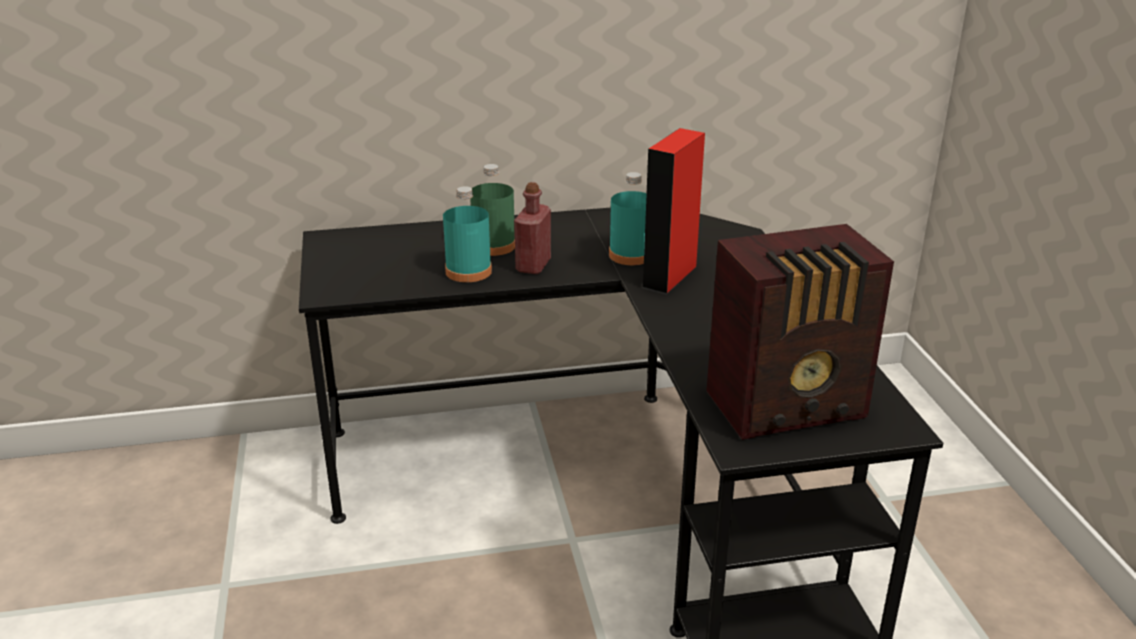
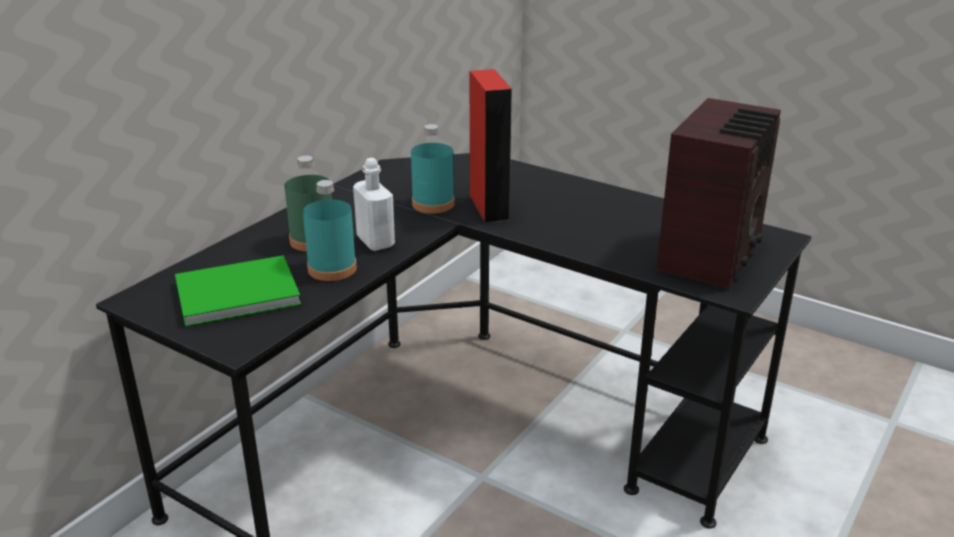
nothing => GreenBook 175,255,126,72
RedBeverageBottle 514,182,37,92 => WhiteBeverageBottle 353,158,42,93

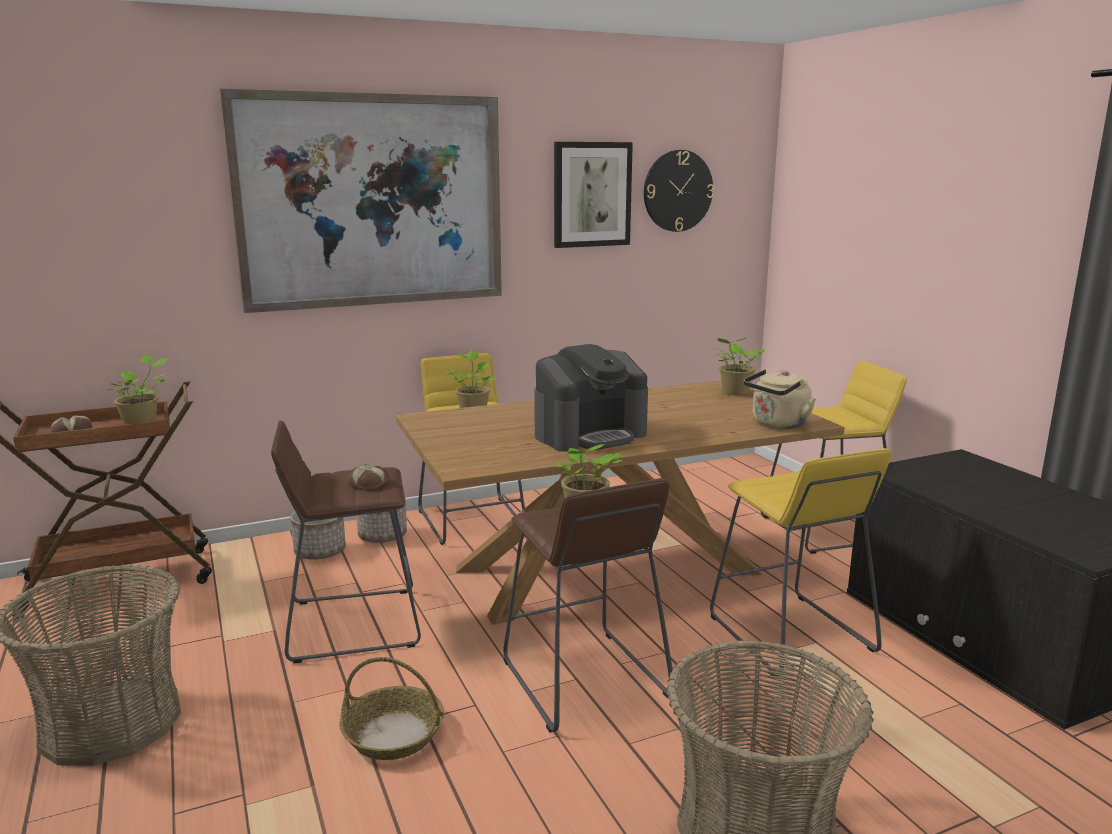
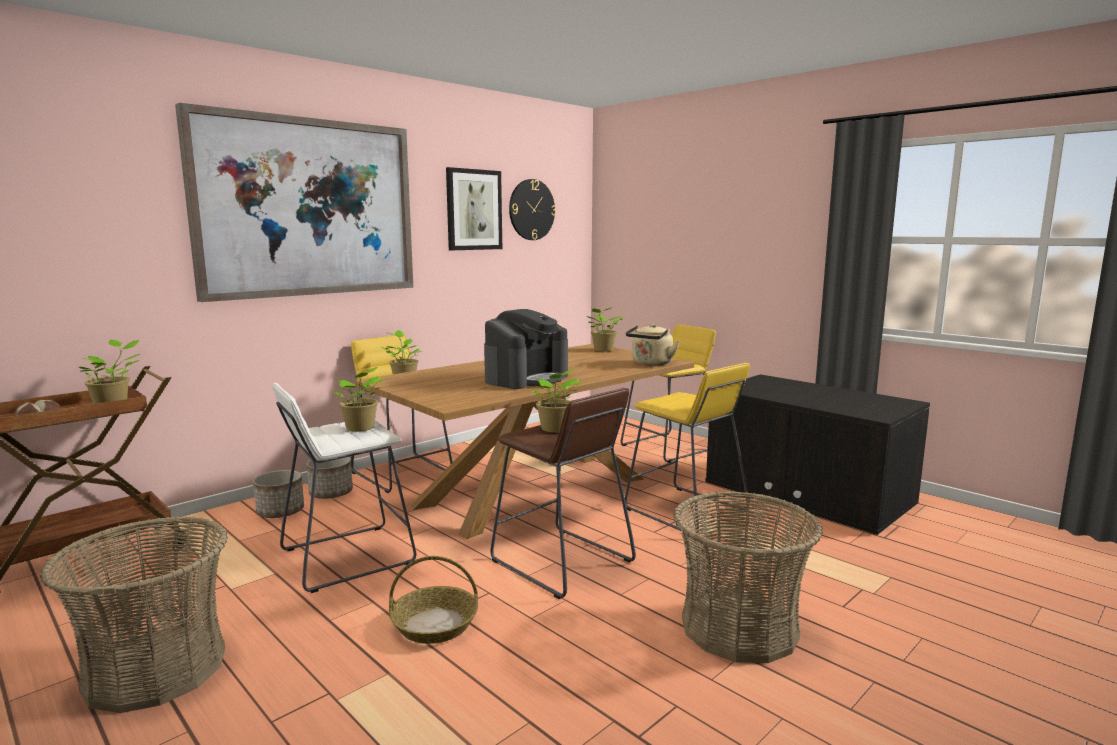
BrownColouredSittingStool 271,420,150,243 => WhiteSittingStool 272,383,144,210
BakedBread 346,464,43,25 => PlantInAPot 332,367,53,65

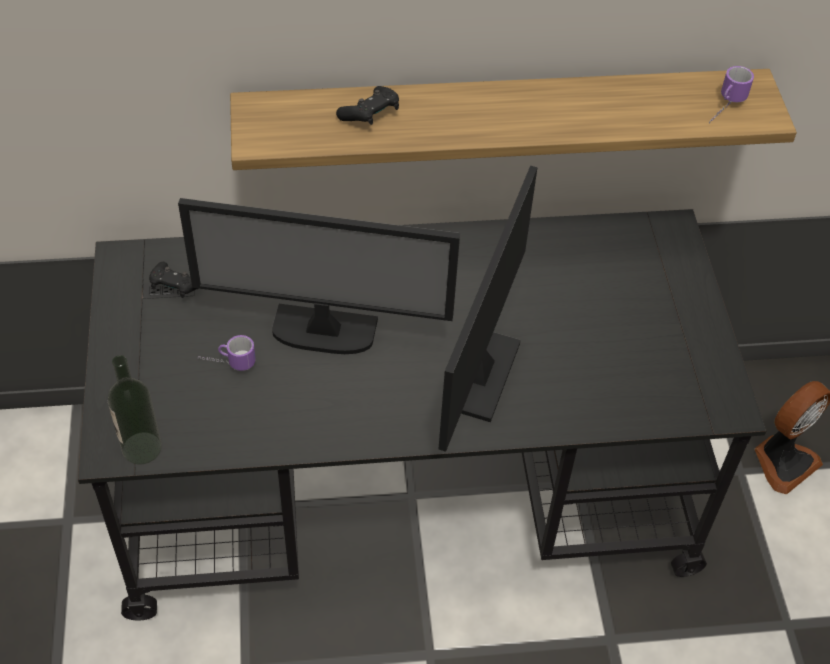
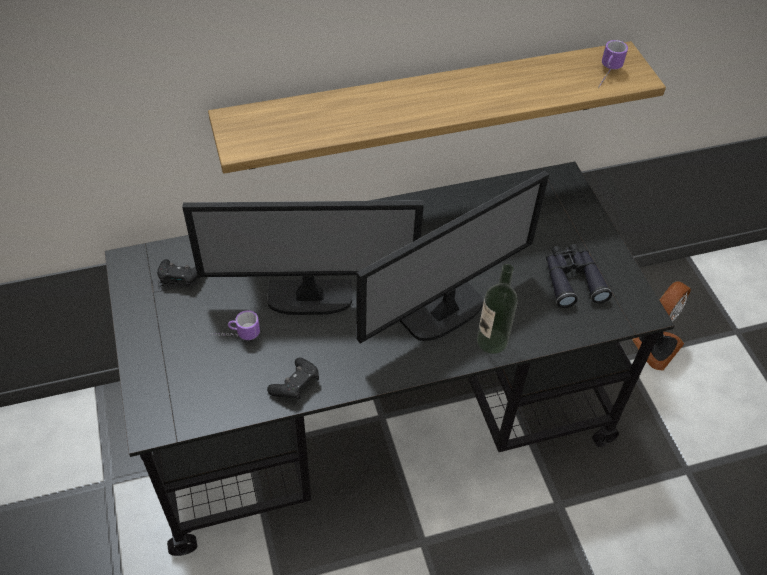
BlackJoypad 336,86,63,39 => BlackJoypad 267,357,52,43, shifted
Monitor 439,166,99,286 => Monitor 356,171,193,173, 135 degrees counterclockwise
BeverageBottle 108,355,54,110 => BeverageBottle 477,264,41,90, shifted
nothing => BlackFieldGlasses 546,244,66,64

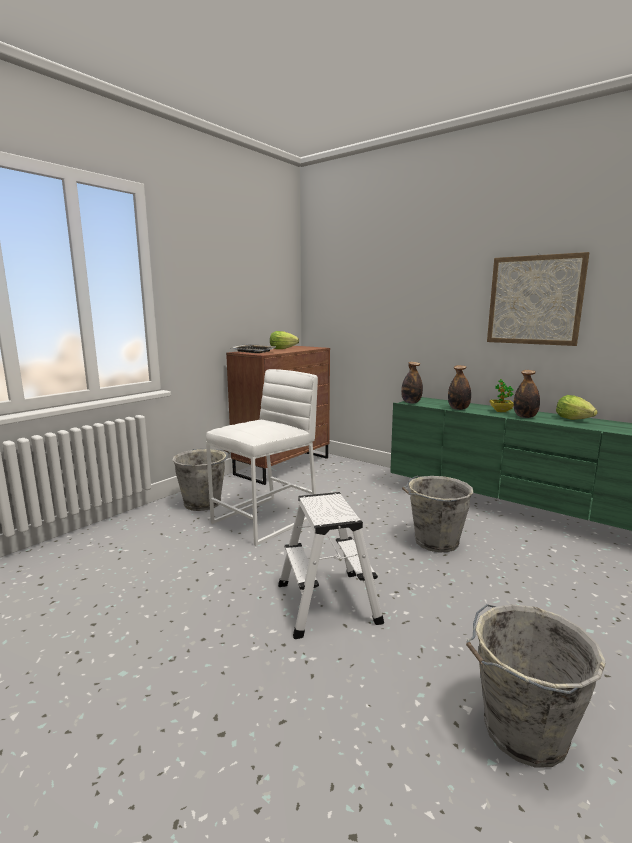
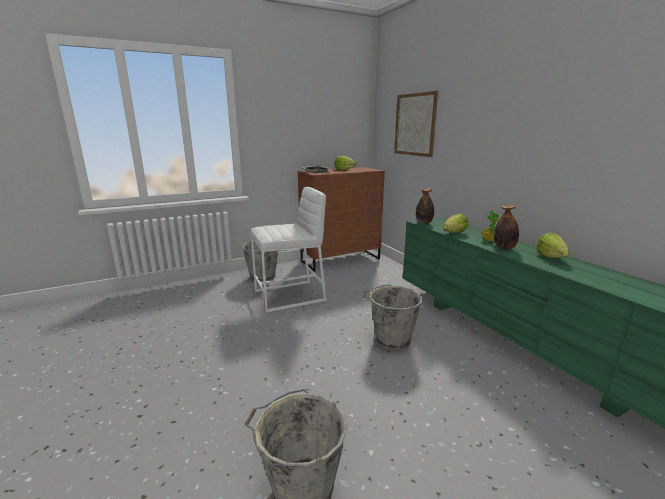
WallPicture 487,252,103,94 => WallPicture 394,91,44,66, shifted
BeverageBottle 448,365,23,45 => LettuceHead 443,214,26,19
WhiteStepladder 278,492,106,147 => nothing

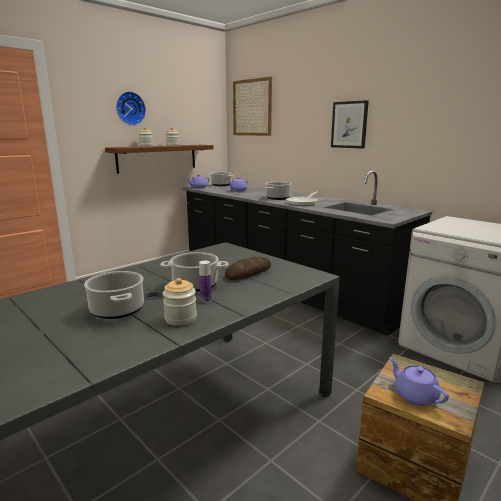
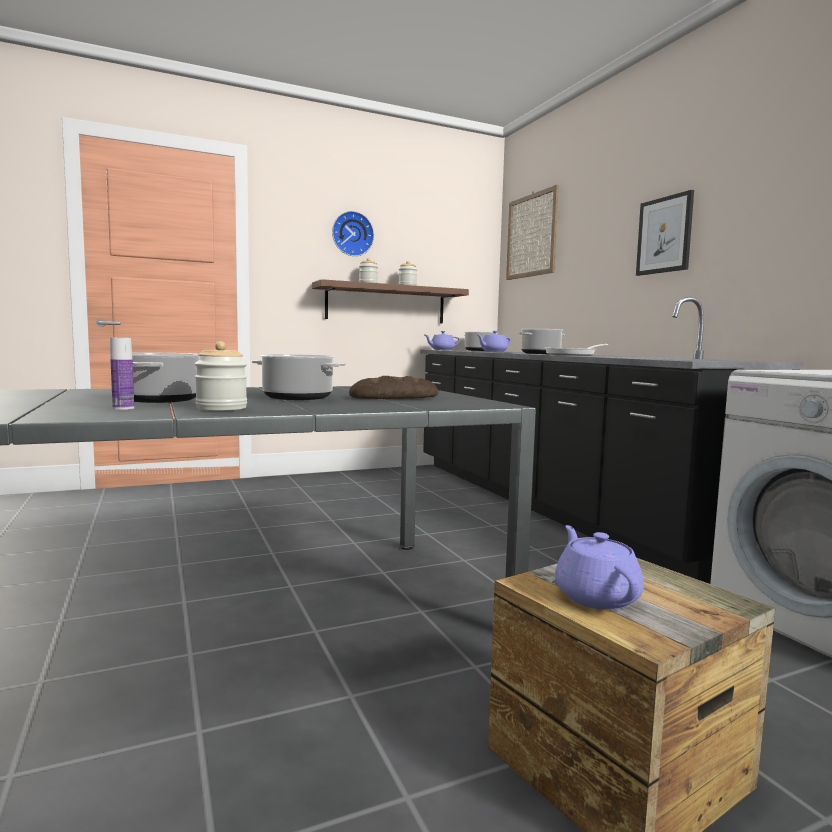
BeverageBottle 199,261,13,42 => BeverageBottle 110,337,24,73, shifted

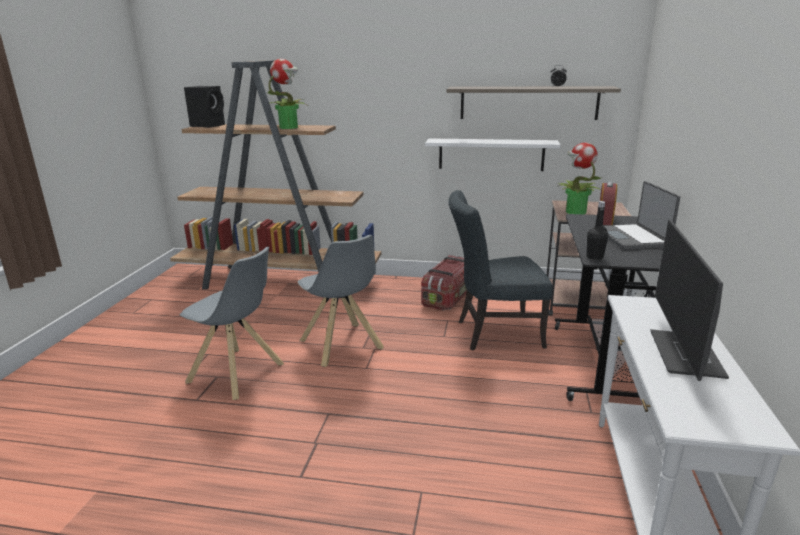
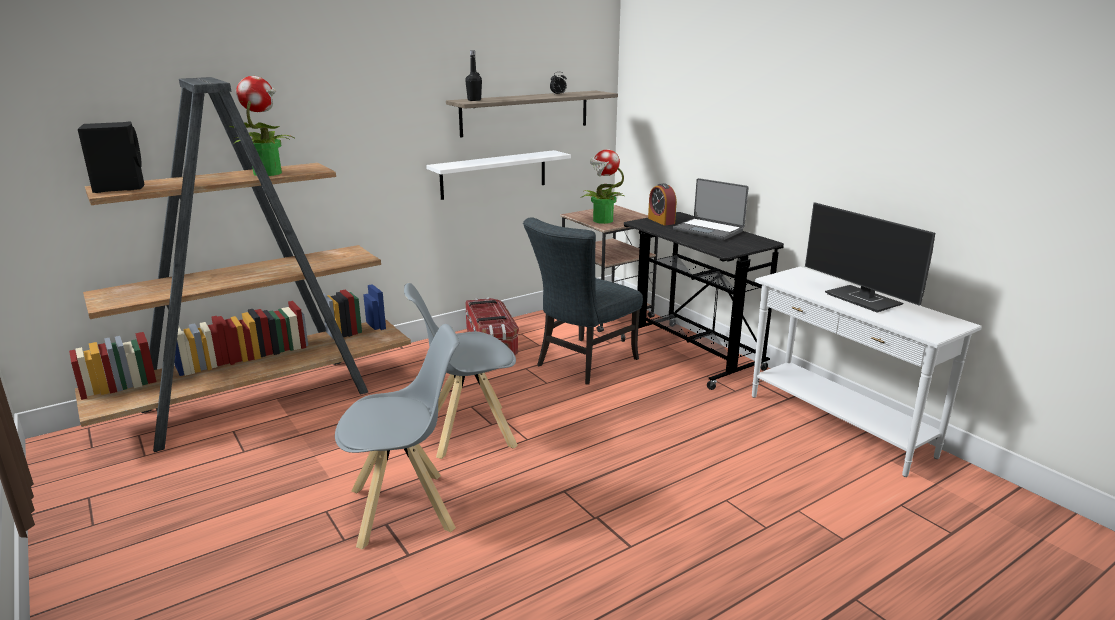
GreyUprightChair 298,235,86,132 => GreyUprightChair 404,283,114,176, 150 degrees clockwise
BlackBeverageBottle 587,201,21,59 => BlackBeverageBottle 465,50,17,51, shifted

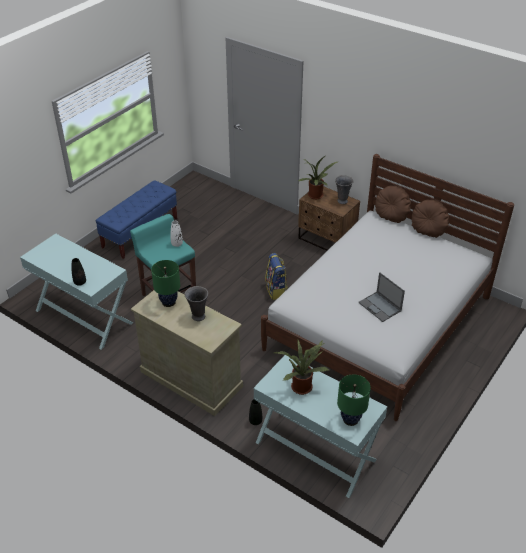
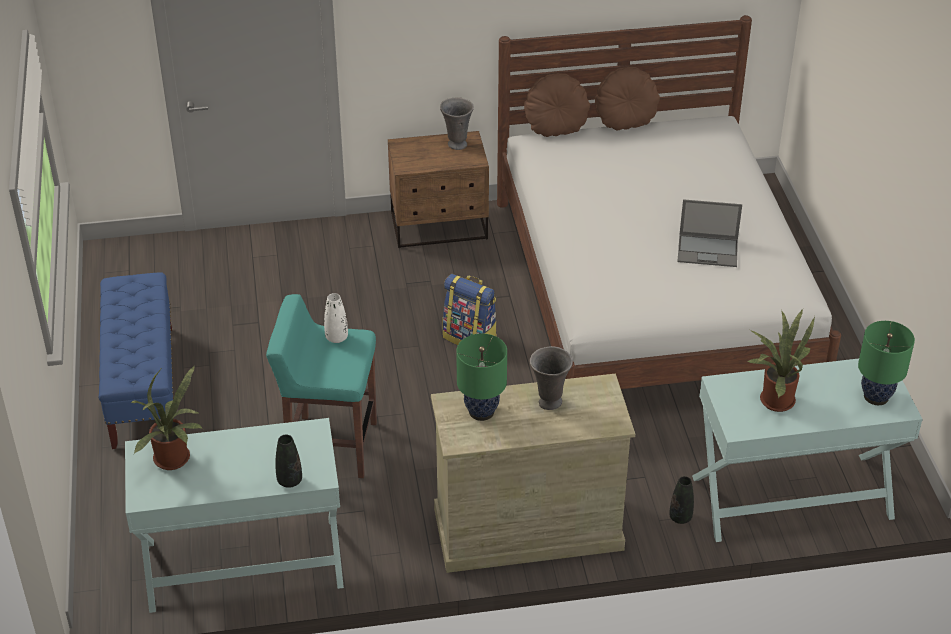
PlantInAPot 298,156,39,43 => PlantInAPot 131,366,72,104, shifted

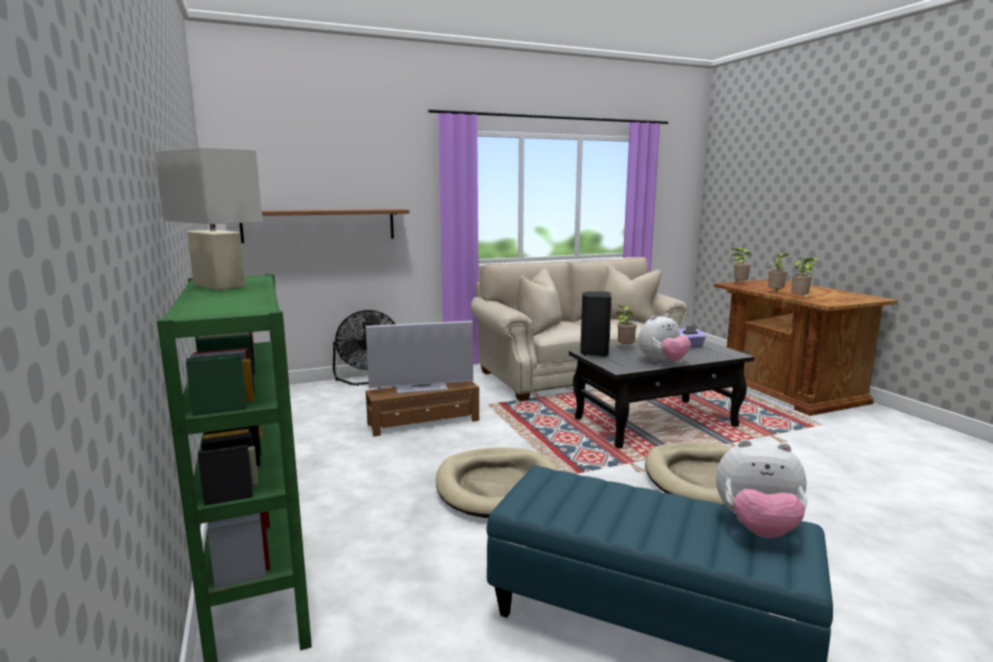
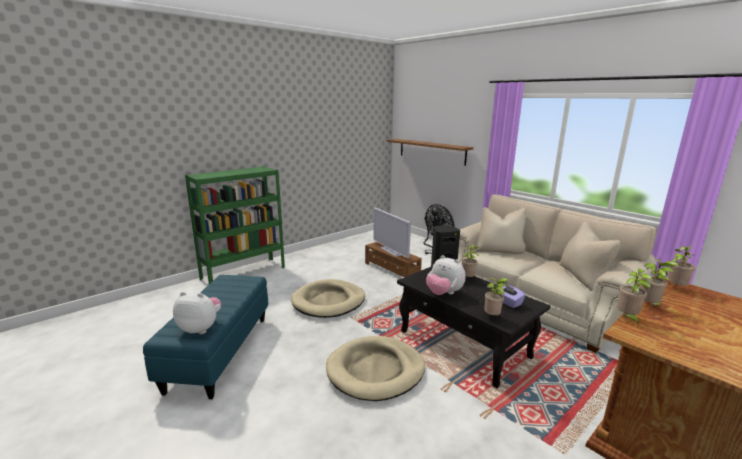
PlushToy 716,439,91,99 => PlushToy 173,292,48,42, 105 degrees clockwise
nothing => PlantInAPot 484,278,24,38
WhiteTableLamp 155,147,108,143 => nothing

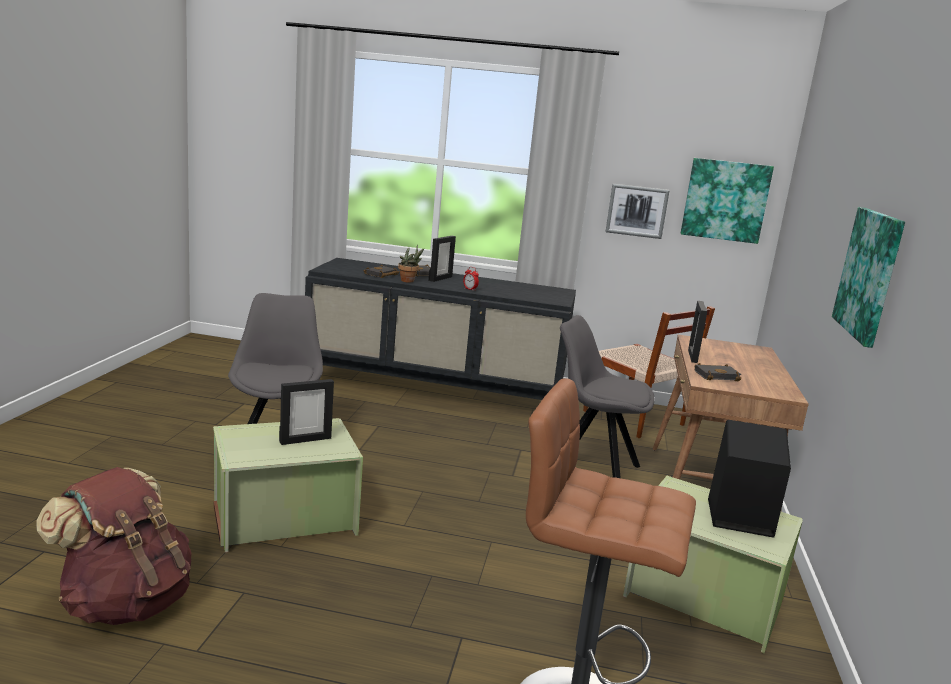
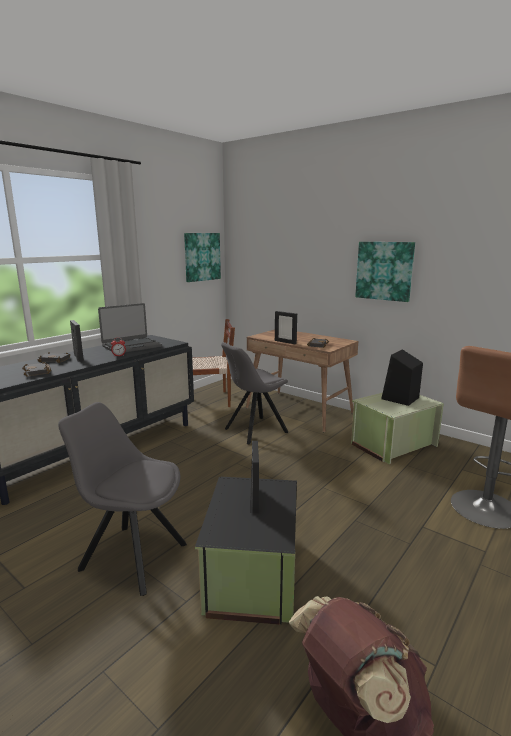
nothing => Laptop 98,303,64,49
GreenStorageContainer 213,418,150,135 => BlackStorageContainer 195,477,102,148
PlantInAPot 398,244,26,39 => nothing
WallPicture 606,184,64,55 => nothing

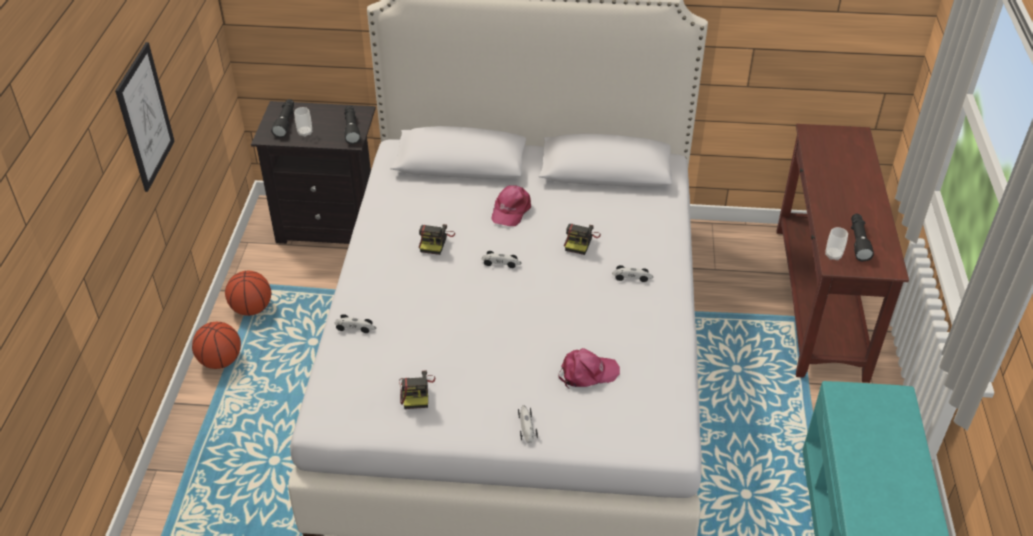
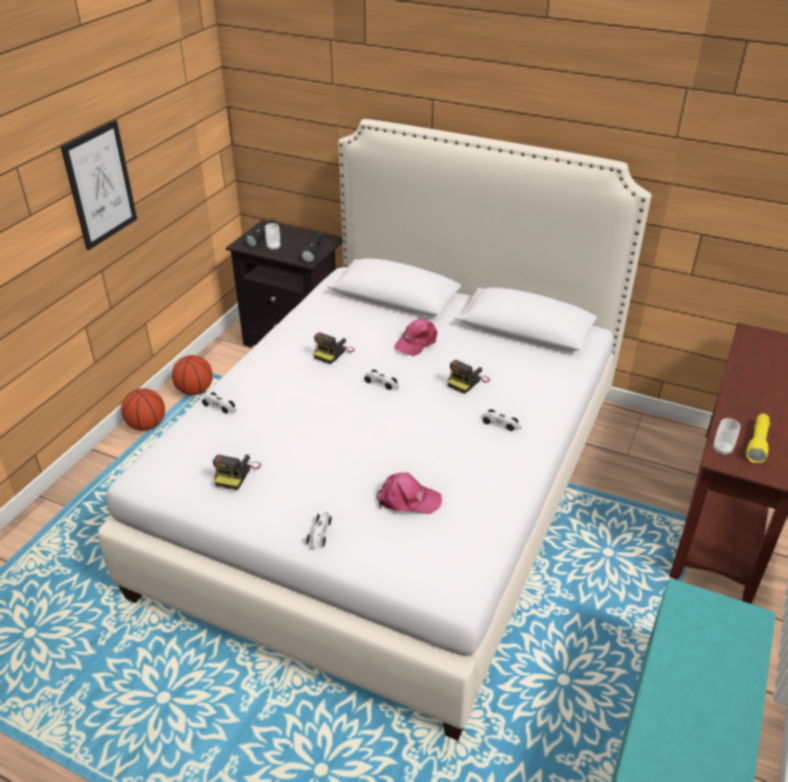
BlackFlashlight 851,214,23,48 => YellowishFlashlight 746,414,25,49

